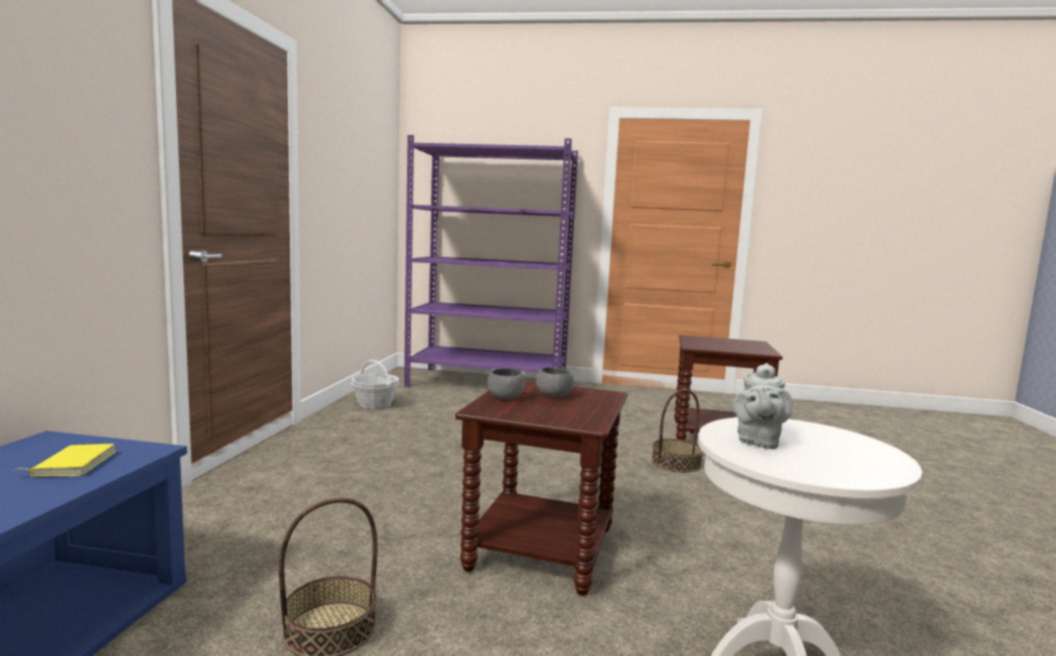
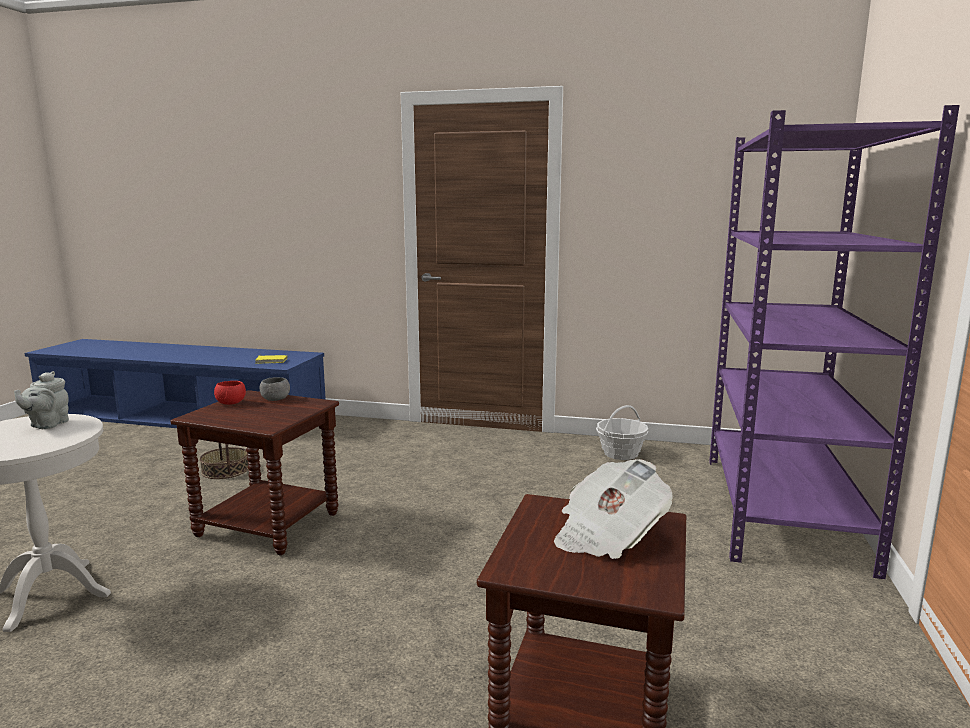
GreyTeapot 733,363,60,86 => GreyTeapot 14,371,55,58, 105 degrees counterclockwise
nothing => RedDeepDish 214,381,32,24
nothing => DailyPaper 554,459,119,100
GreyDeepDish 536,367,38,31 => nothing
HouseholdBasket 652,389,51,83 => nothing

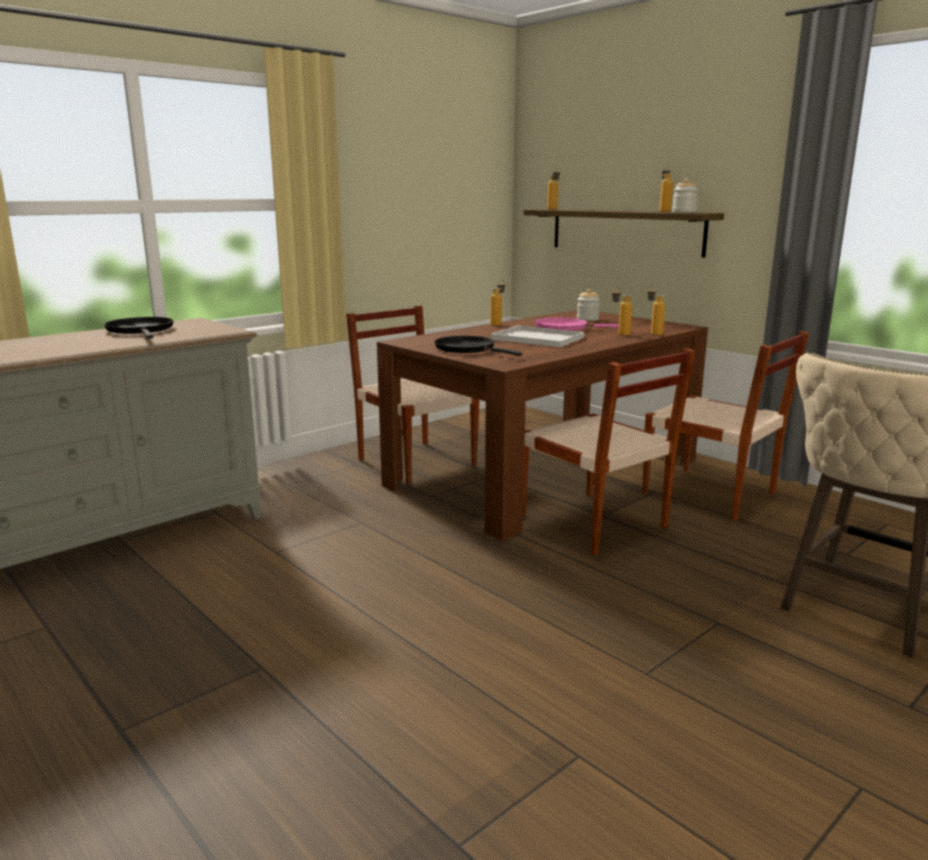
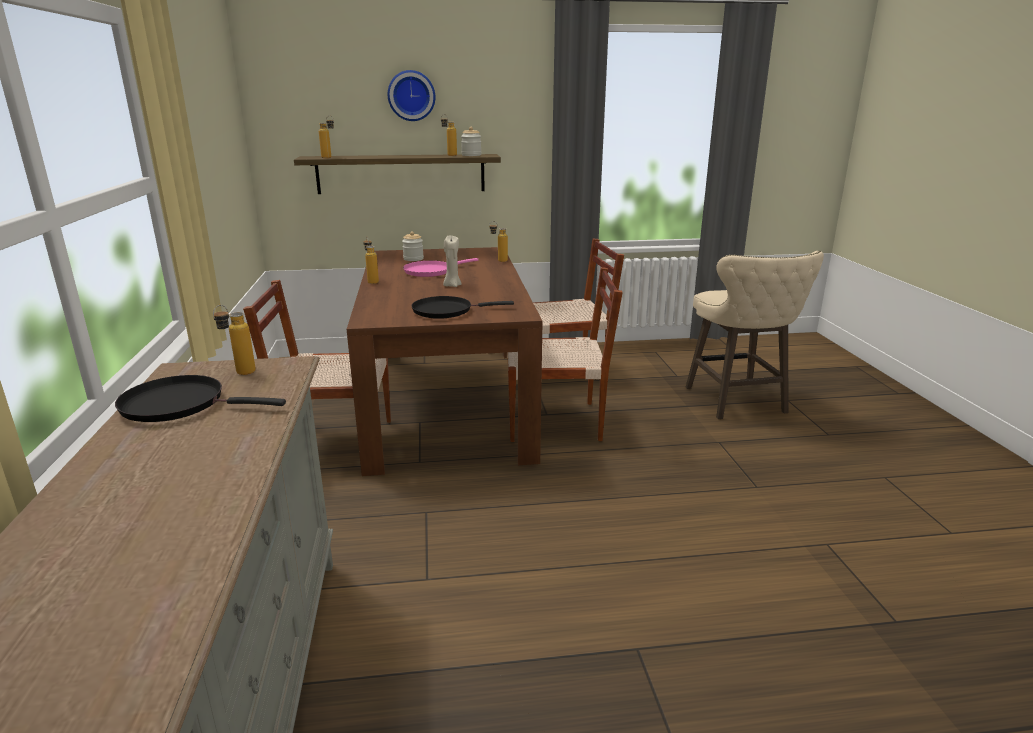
BeverageBottle 611,287,21,49 => BeverageBottle 213,305,43,70, shifted
nothing => ClockOnTheWall 388,70,47,51
WhiteCarryingTray 491,325,93,22 => BeigeColouredCandle 443,236,19,51

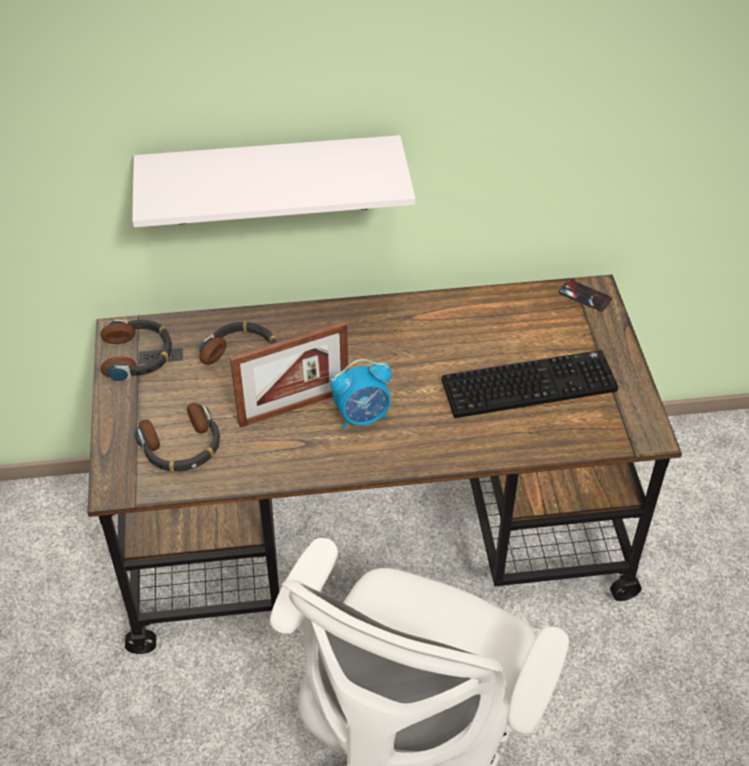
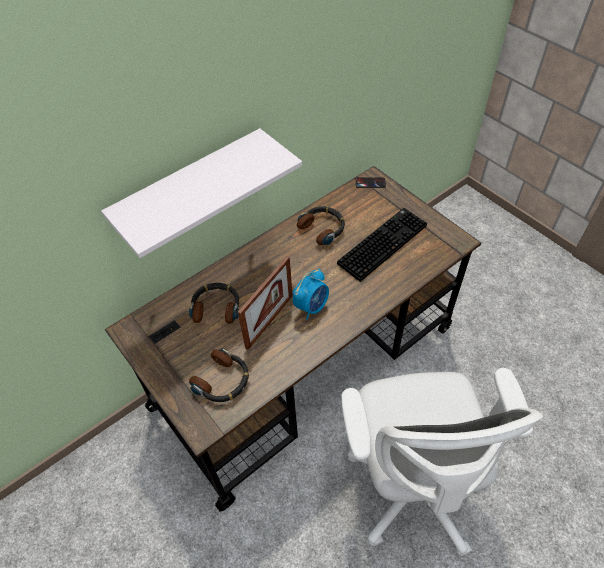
Headphones 101,319,71,62 => Headphones 297,206,48,39, shifted

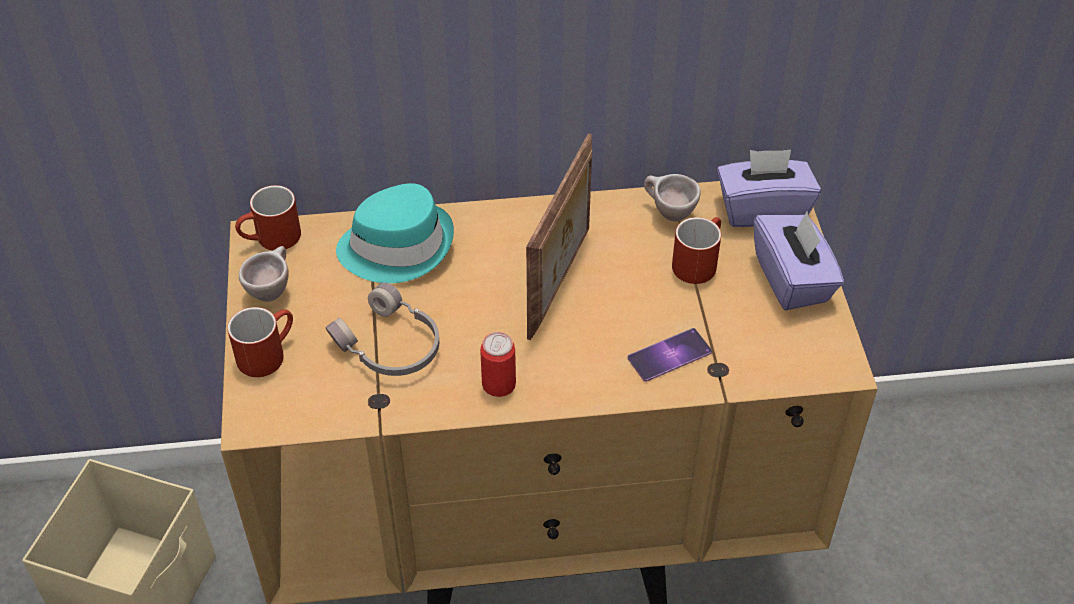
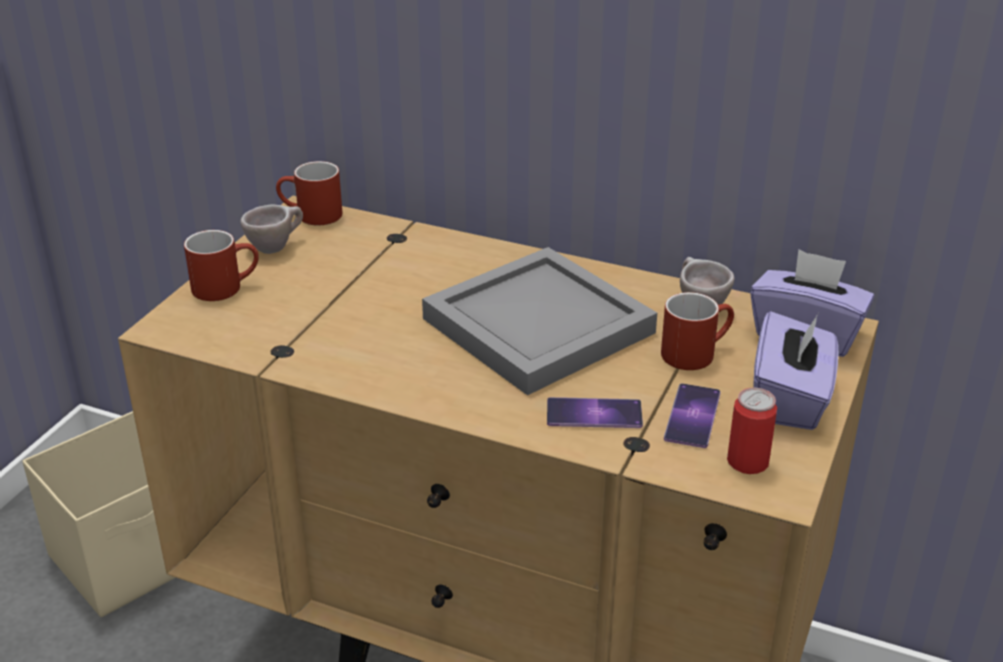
StandingFrame 526,133,66,207 => GreyCarryingTray 422,247,235,148
nothing => Telephone 664,383,56,65
MetalCan 480,332,36,65 => MetalCan 727,388,50,86, shifted
GreyHeadphones 325,282,114,94 => nothing
TurquoiseColouredClothingHat 336,183,118,100 => nothing

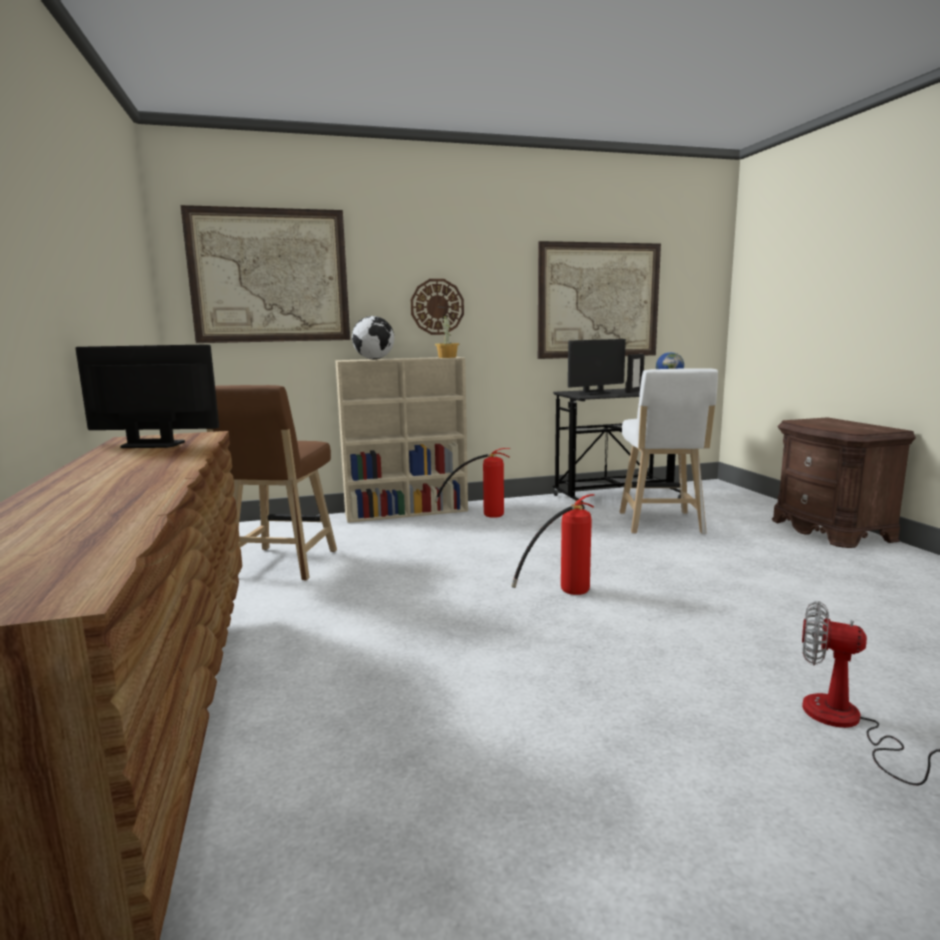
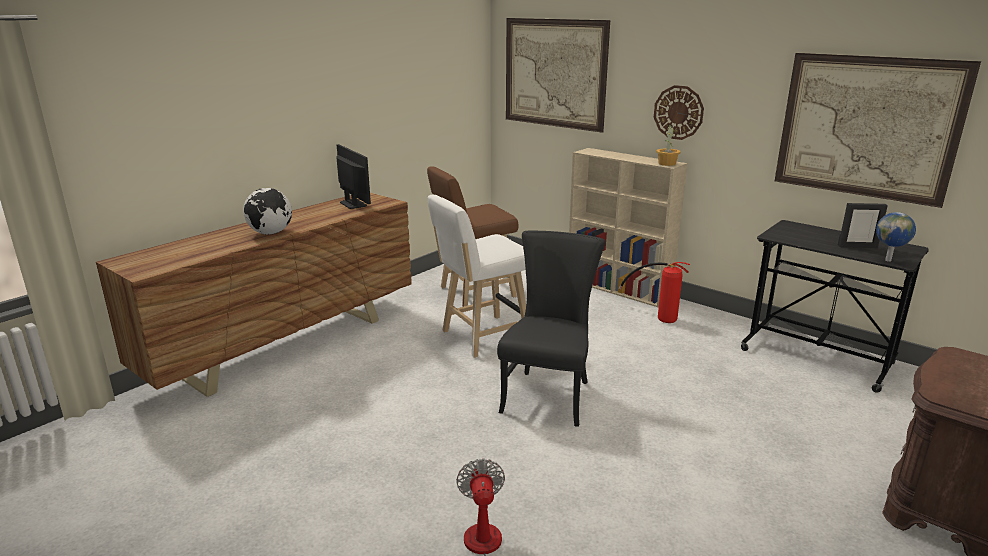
DeskGlobe 352,316,42,43 => DeskGlobe 243,188,49,47, shifted
WhiteSittingStool 620,368,98,166 => WhiteSittingStool 427,195,99,163, shifted
Extinguisher 512,494,83,101 => BlackUprightChair 497,231,109,196
Monitor 568,339,58,56 => nothing

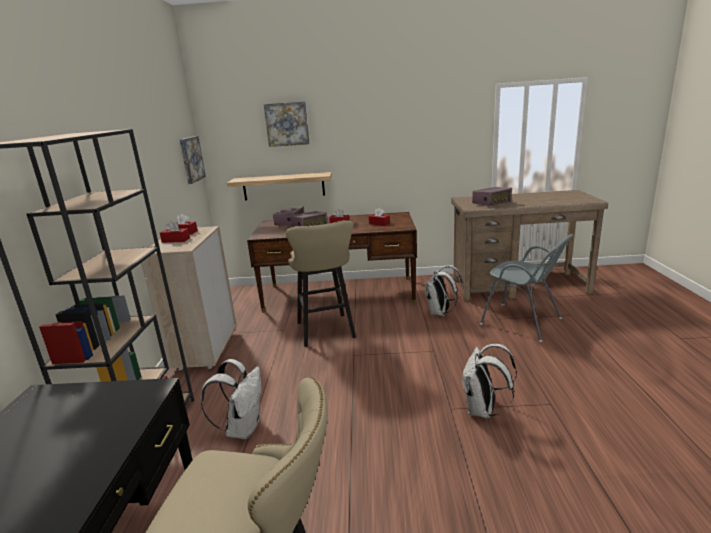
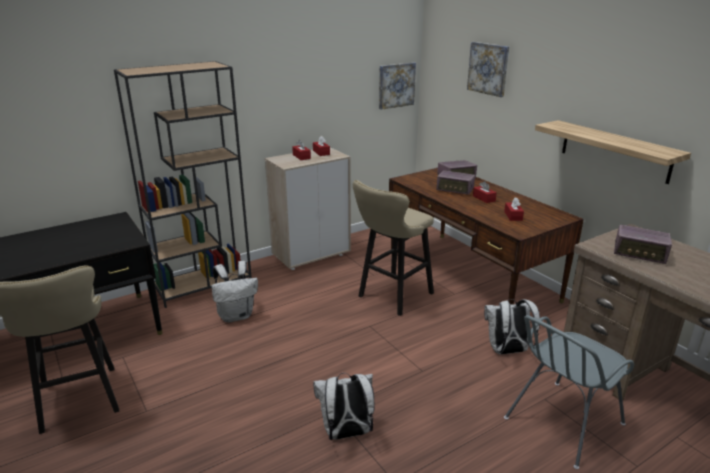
GreyUprightChair 479,234,94,108 => GreyUprightChair 504,315,130,154, 45 degrees clockwise
BracketShelf 227,172,105,28 => BracketShelf 535,120,156,64, shifted

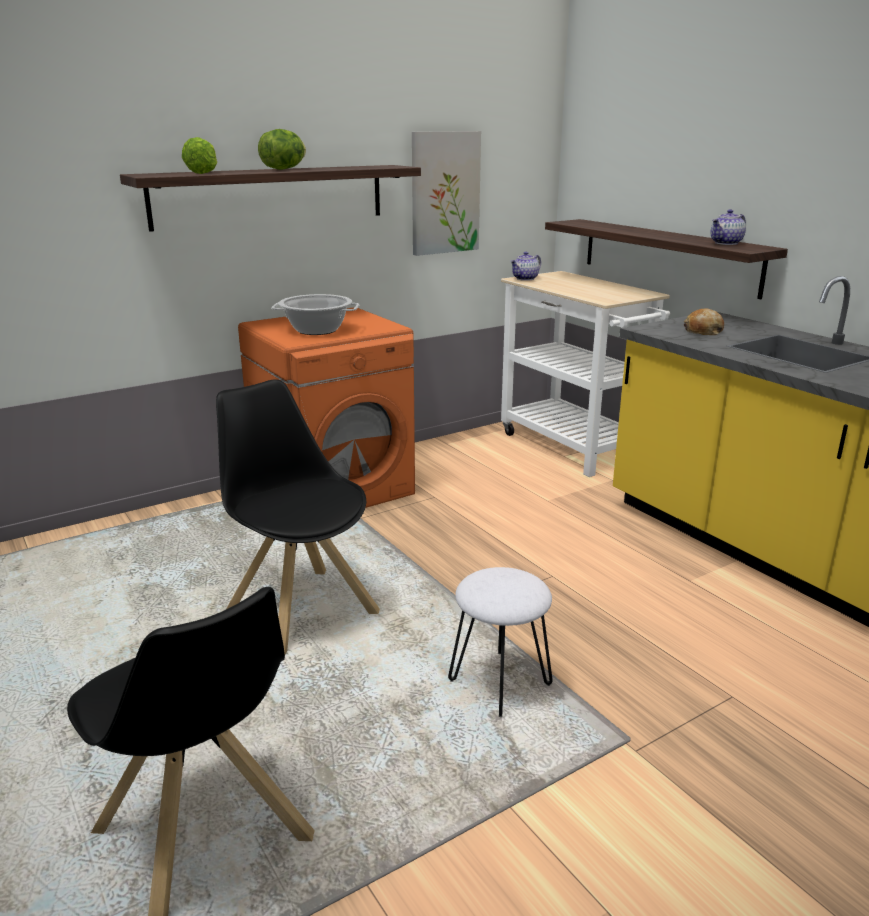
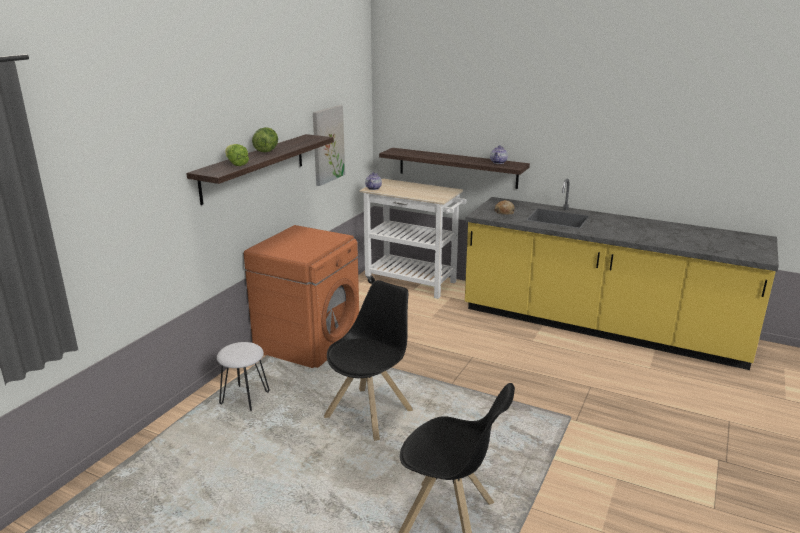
WhiteSittingStool 448,567,105,150 => WhiteSittingStool 217,342,53,69, shifted
BlackUprightChair 216,380,164,275 => BlackUprightChair 324,280,89,161, 105 degrees clockwise
Saucepot 271,294,88,41 => nothing

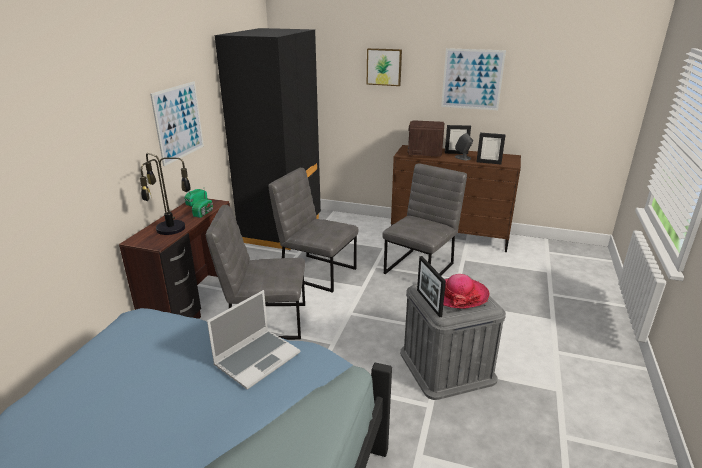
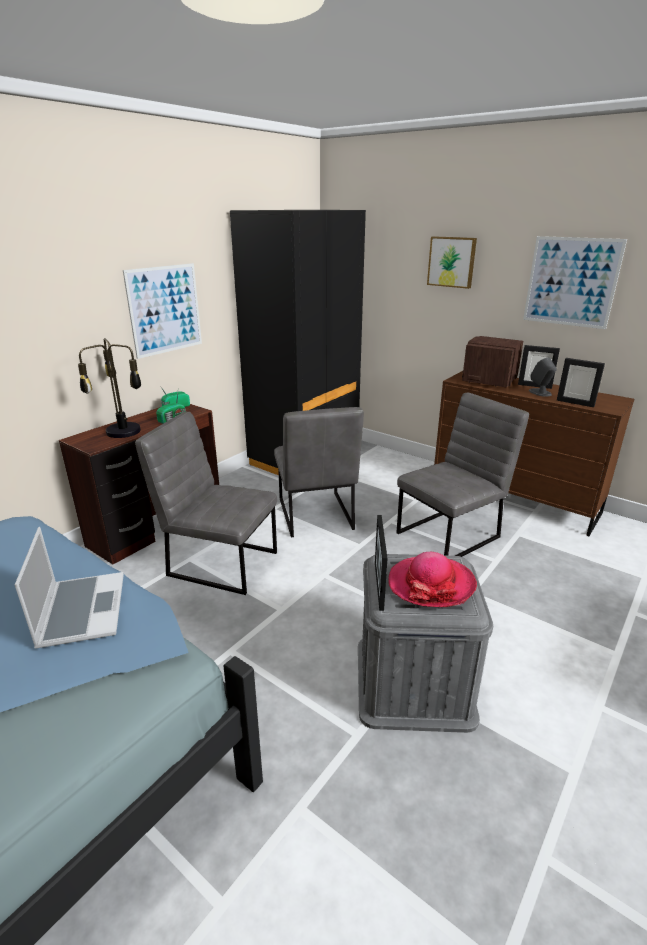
Laptop 207,290,93,100 => Laptop 15,527,109,122, 75 degrees counterclockwise
GreyUprightChair 268,168,91,125 => GreyUprightChair 274,407,90,131, 150 degrees counterclockwise

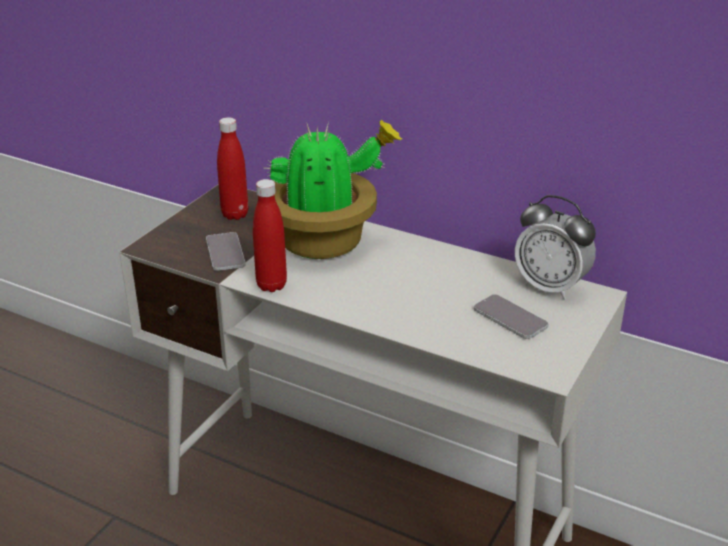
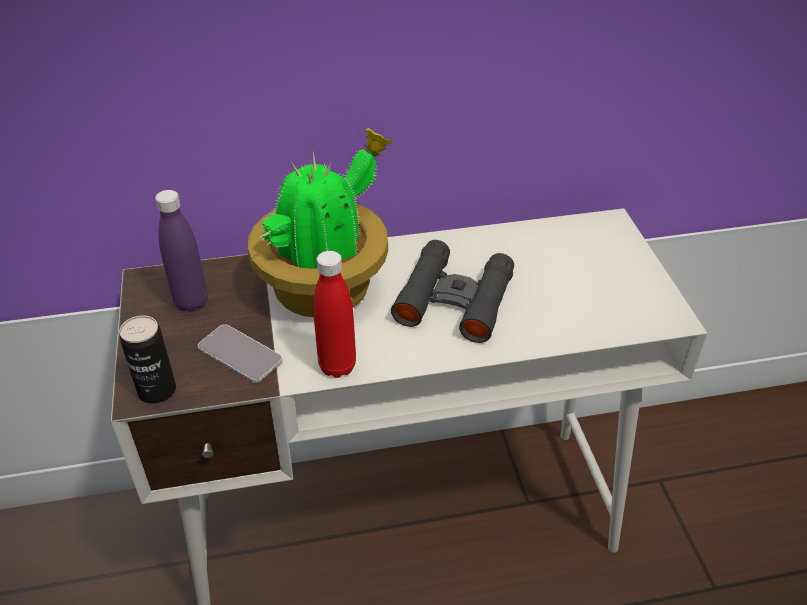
nothing => MetalCan 119,316,57,88
RedBeverageBottle 217,117,31,103 => PurplishBeverageBottle 155,190,53,122
nothing => BlackFieldGlasses 391,240,123,103
Telephone 474,294,75,45 => nothing
BedsideClock 515,195,81,105 => nothing

